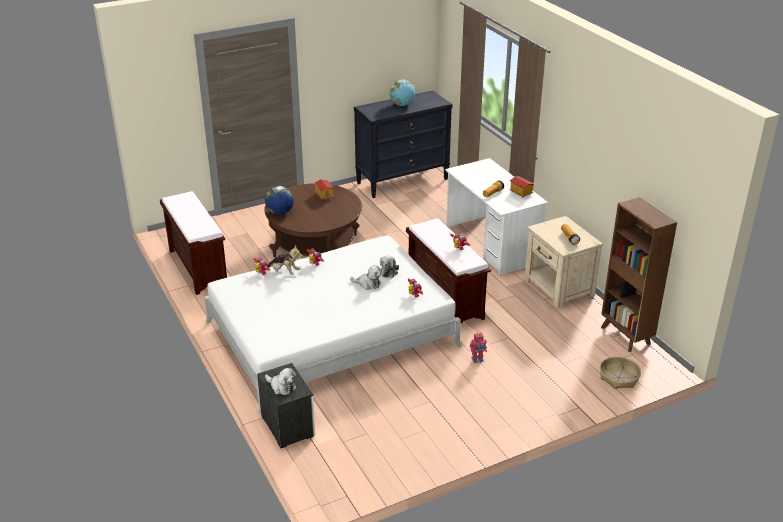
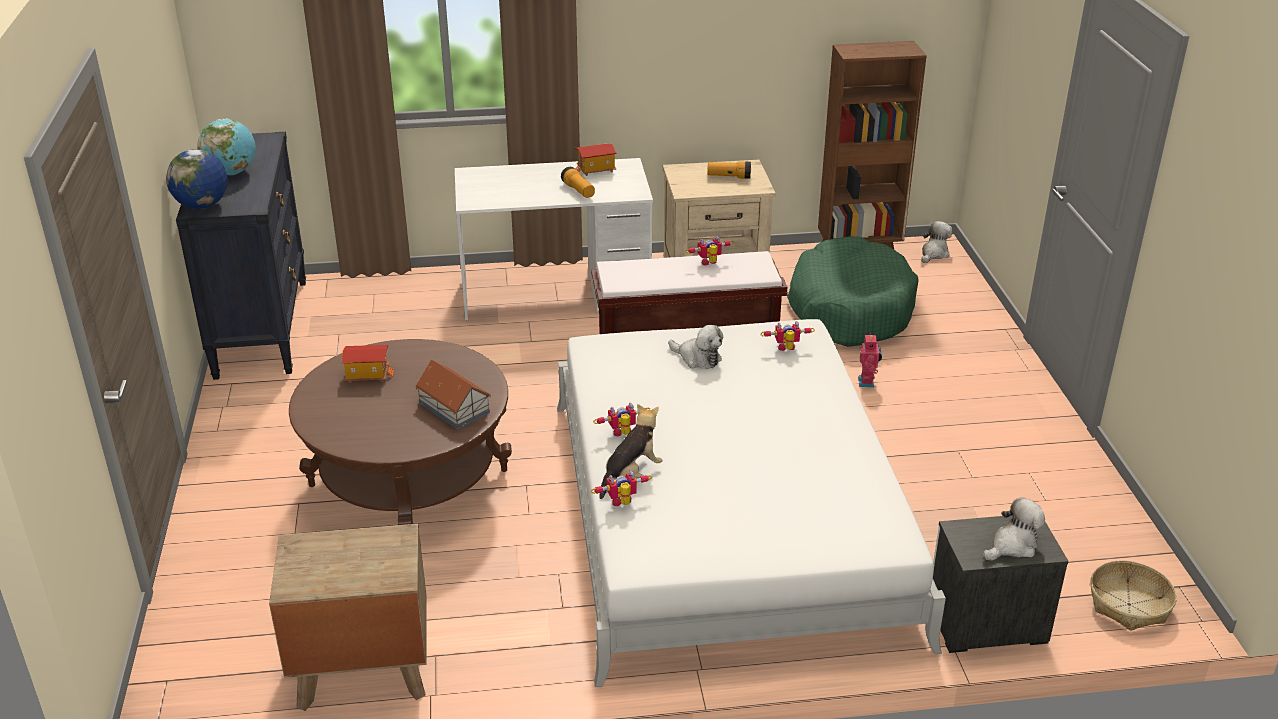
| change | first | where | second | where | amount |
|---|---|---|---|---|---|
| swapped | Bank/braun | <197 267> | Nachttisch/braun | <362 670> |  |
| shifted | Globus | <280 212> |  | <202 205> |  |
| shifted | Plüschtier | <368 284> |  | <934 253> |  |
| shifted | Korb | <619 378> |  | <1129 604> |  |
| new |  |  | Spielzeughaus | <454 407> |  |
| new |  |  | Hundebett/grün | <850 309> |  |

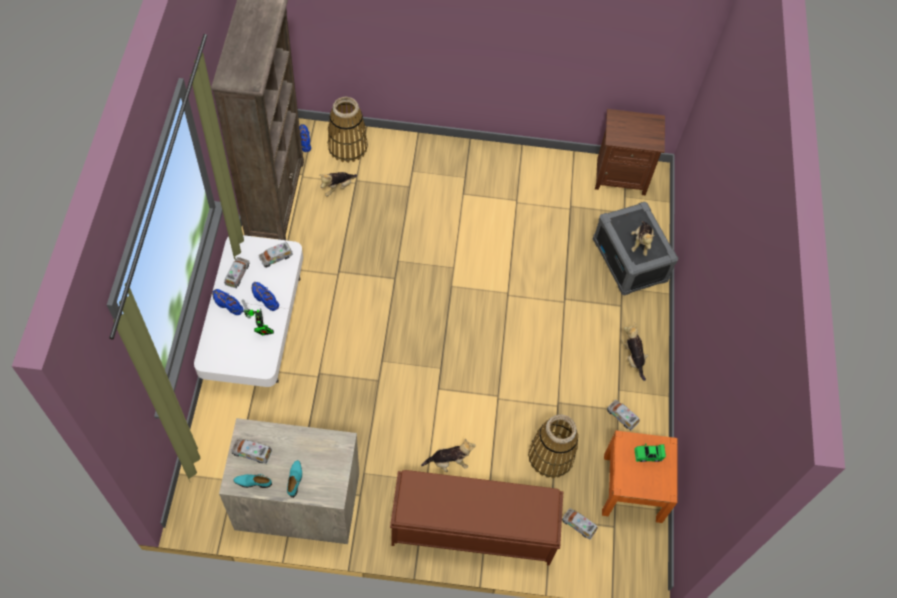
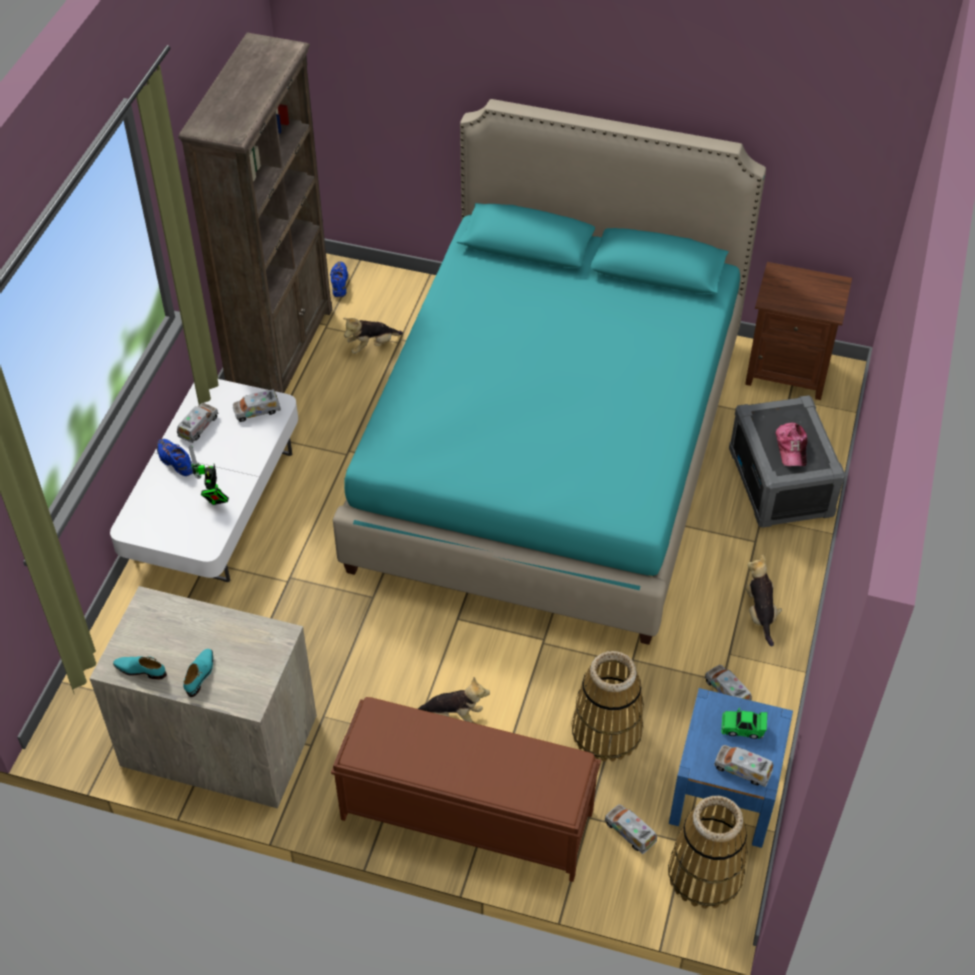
| change | first | where | second | where | amount |
|---|---|---|---|---|---|
| shifted | Spielzeuglaster | <252 453> |  | <742 769> |  |
| gone | Schuh/blau | <265 298> |  |  |  |
| shifted | Korb | <347 147> |  | <705 873> |  |
| repainted | Nachttisch/orange | <632 487> | Nachttisch/blau | <724 791> |  |
| swapped | Plüschtier | <641 243> | Kappe | <791 448> |  |
| new |  |  | Bett/türkis | <551 449> |  |

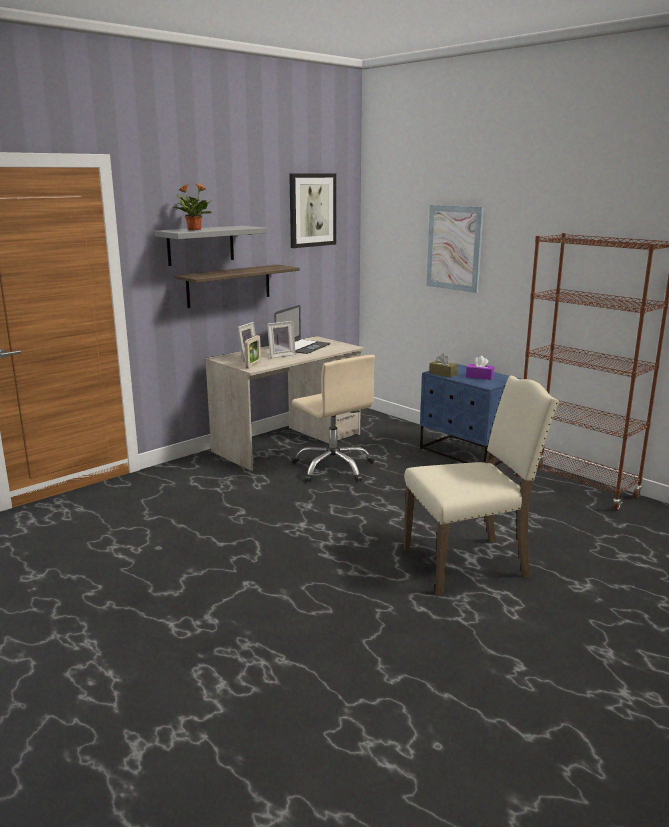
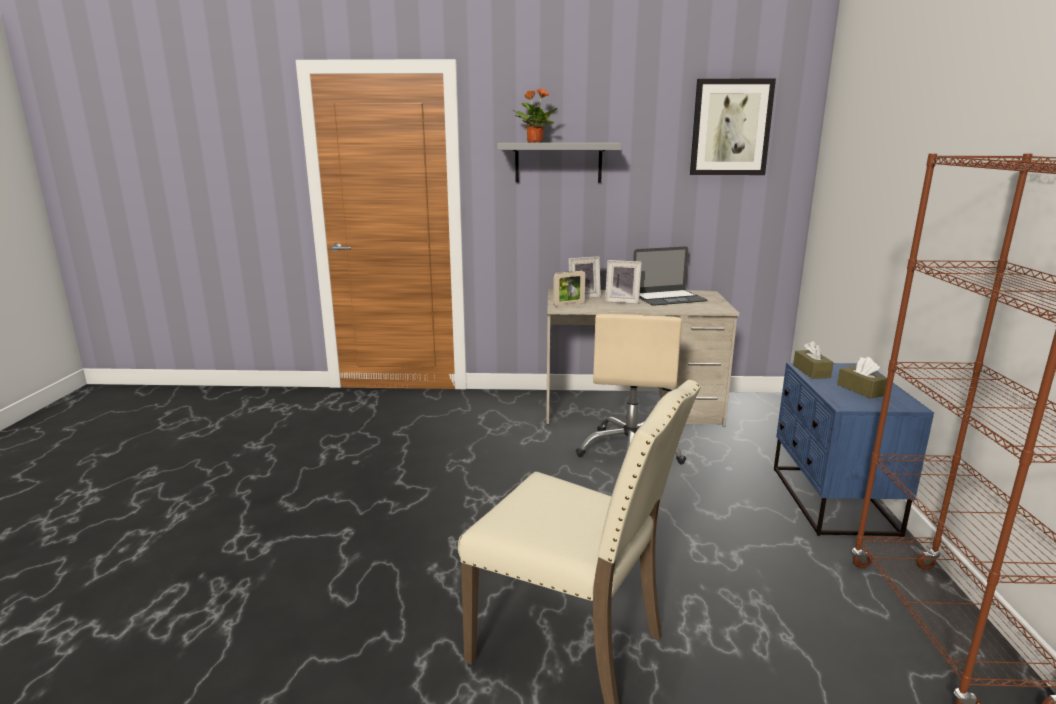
| change | first | where | second | where | amount |
|---|---|---|---|---|---|
| gone | Wandregal | <229 285> |  |  |  |
| gone | Bild | <454 248> |  |  |  |
| repainted | Taschentuchbox/lila | <479 377> | Taschentuchbox/braun | <861 390> |  |

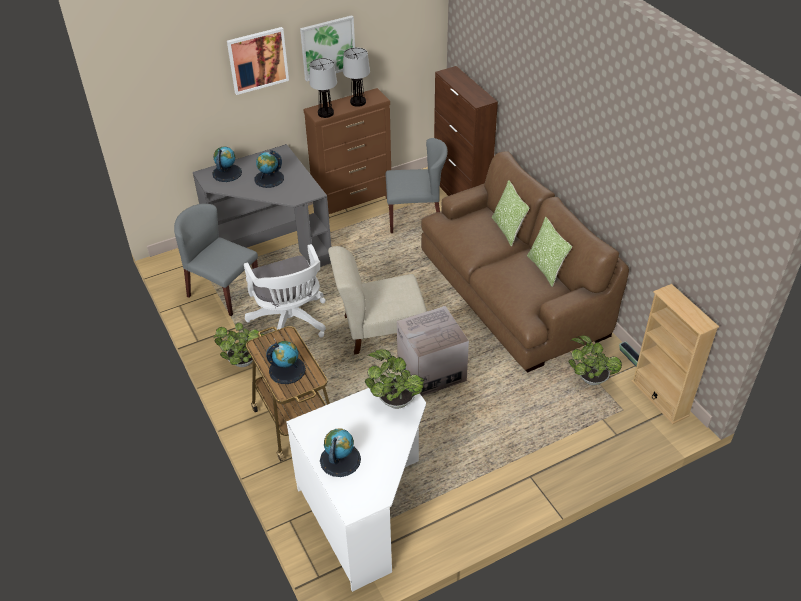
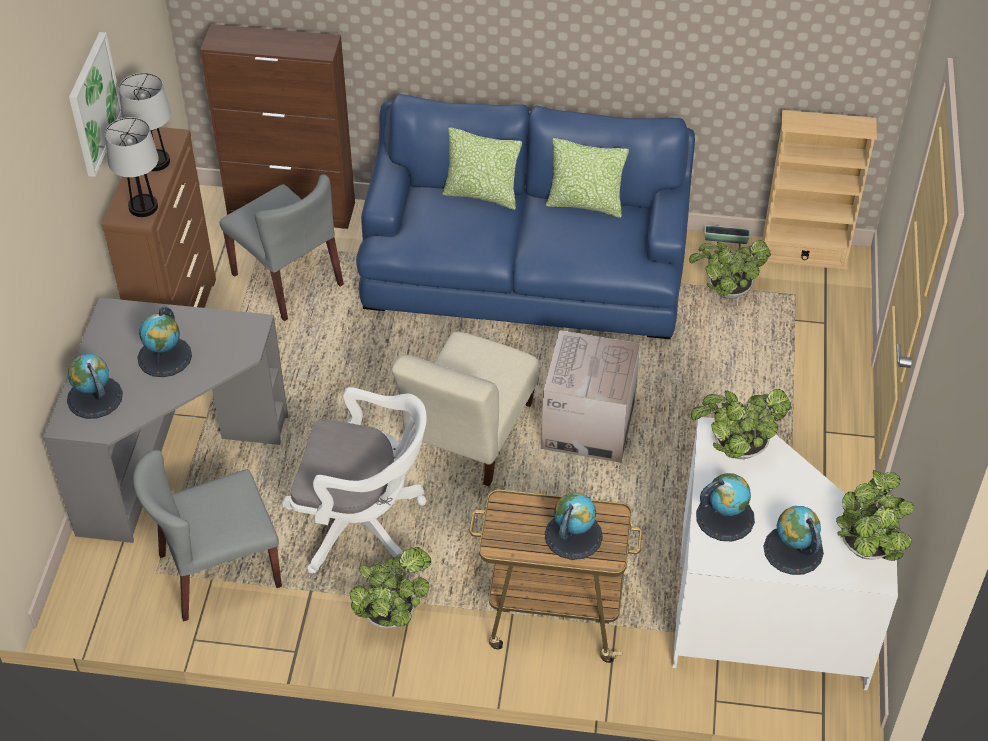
| change | first | where | second | where | amount |
|---|---|---|---|---|---|
| gone | Bild | <258 60> |  |  |  |
| rotated | Stuhl/grau | <415 218> |  | <288 280> | 105 degrees clockwise |
| repainted | Sofa/braun | <512 292> | Sofa/blau | <524 271> |  |
| new |  |  | Globus | <725 517> |  |
| new |  |  | Topfpflanze | <866 551> |  |

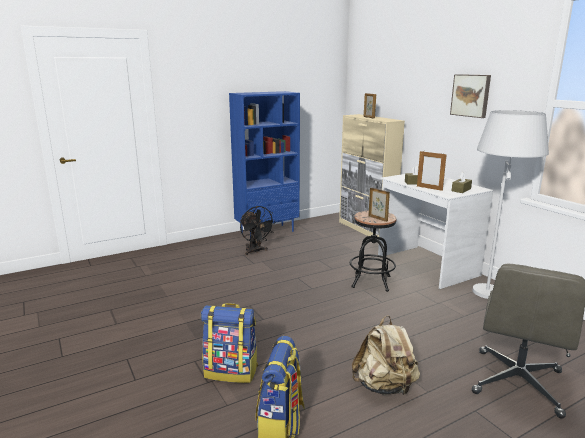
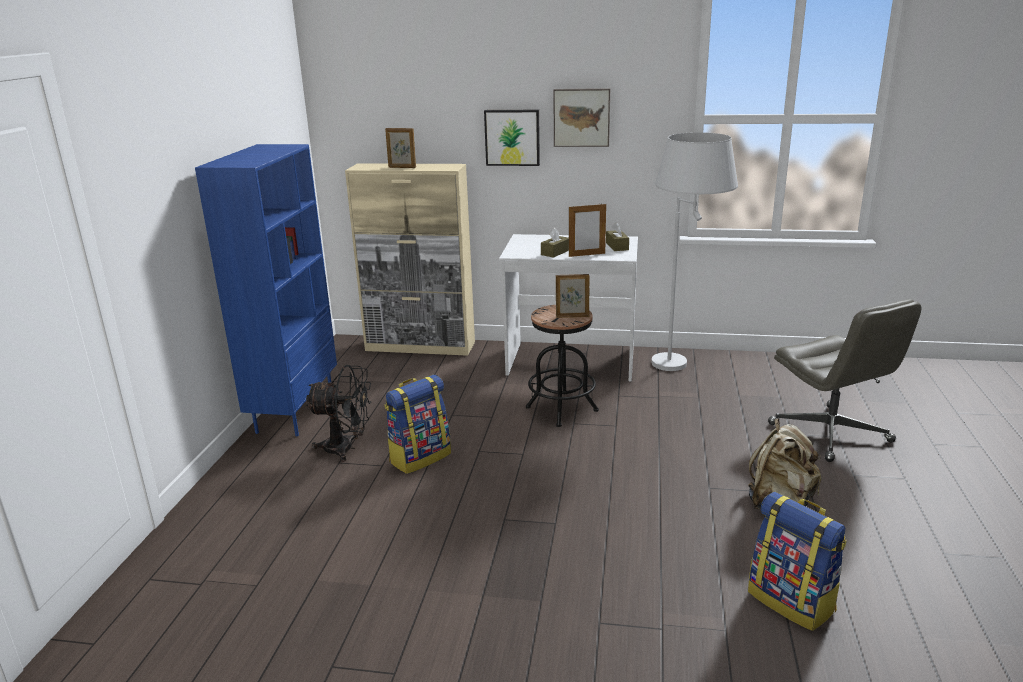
| change | first | where | second | where | amount |
|---|---|---|---|---|---|
| shifted | Rucksack | <231 371> |  | <420 457> |  |
| new |  |  | Bild | <512 137> |  |

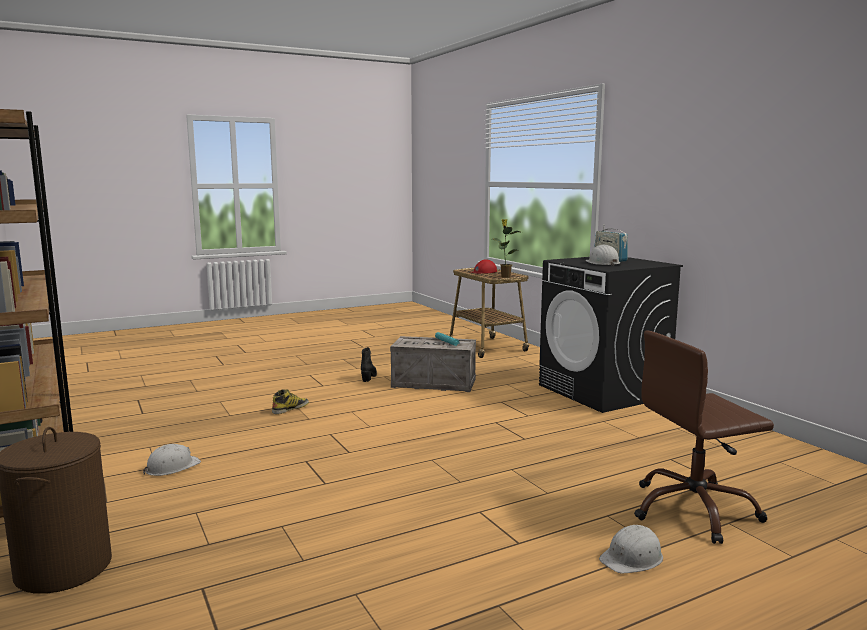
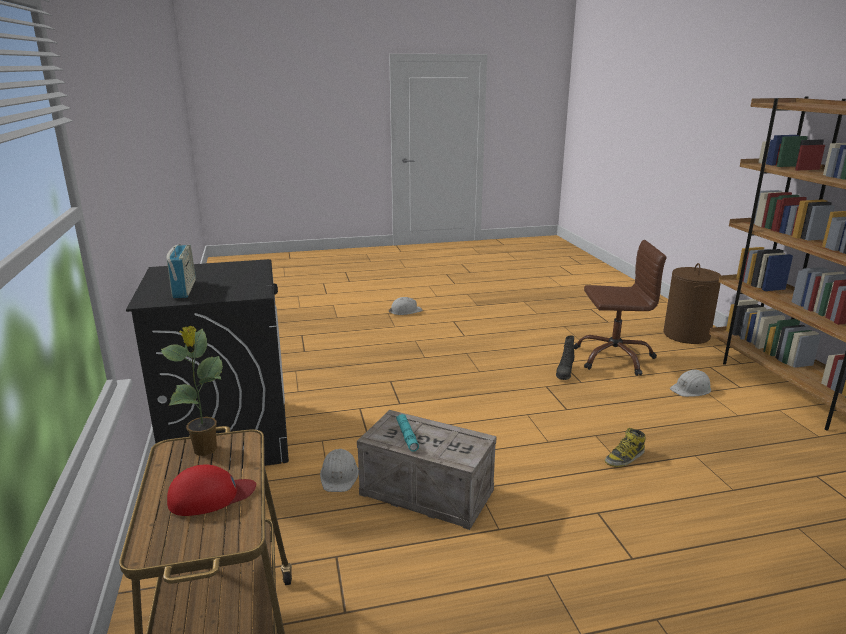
| change | first | where | second | where | amount |
|---|---|---|---|---|---|
| shifted | Stiefel/schwarz | <369 376> |  | <564 373> |  |
| shifted | Schutzhelm/weiß | <602 263> |  | <339 475> |  |
| shifted | Bürostuhl/braun | <694 510> |  | <613 357> |  |

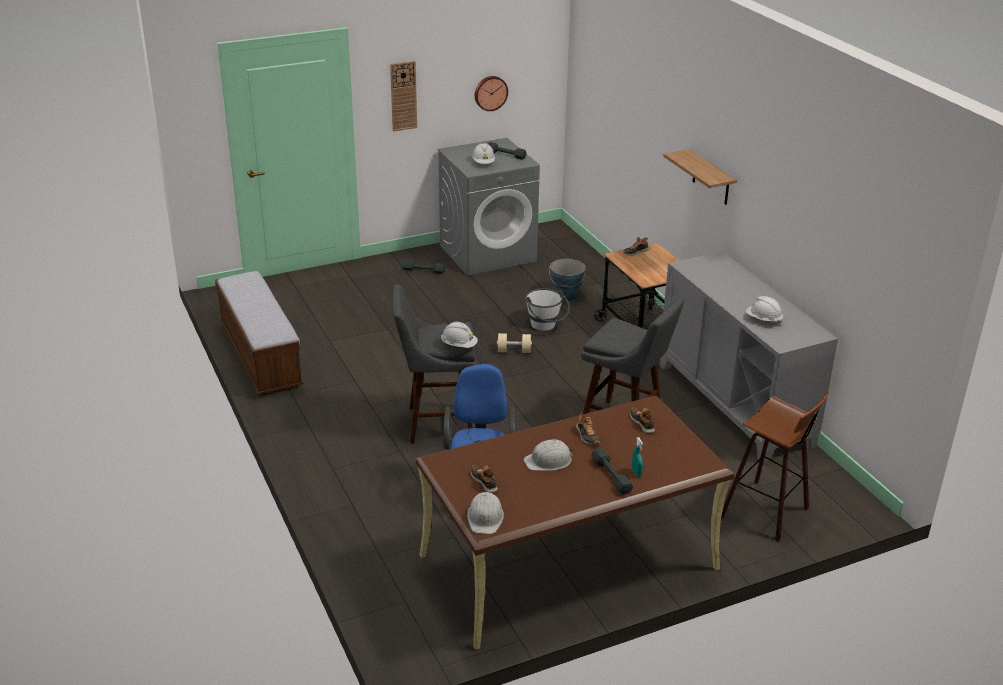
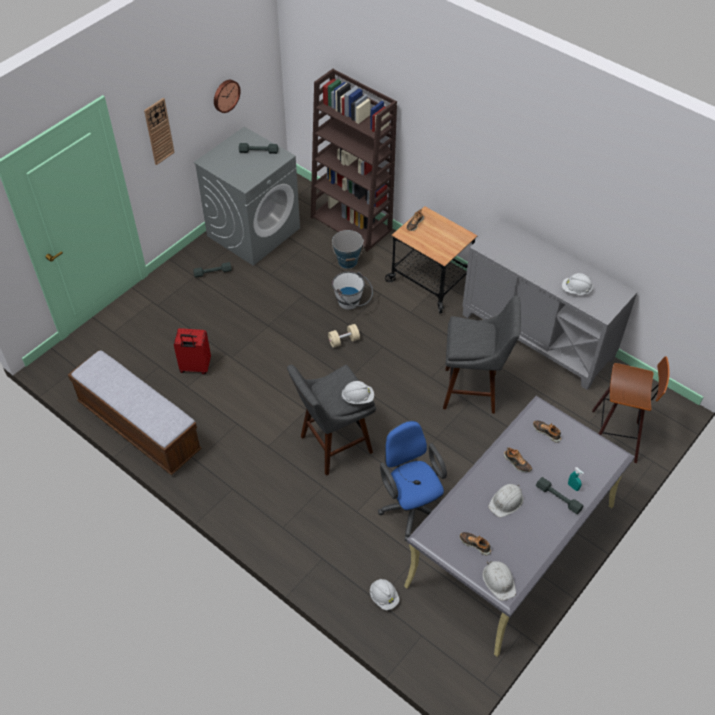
| change | first | where | second | where | amount |
|---|---|---|---|---|---|
| repainted | Schreibtisch/braun | <568 562> | Schreibtisch/grau | <511 545> |  |
| shifted | Schutzhelm/weiß | <483 163> |  | <384 597> |  |
| gone | Wandregal | <711 178> |  |  |  |
| new |  |  | Koffer/rot | <195 367> |  |
| new |  |  | Bücherregal/braun | <352 224> |  |

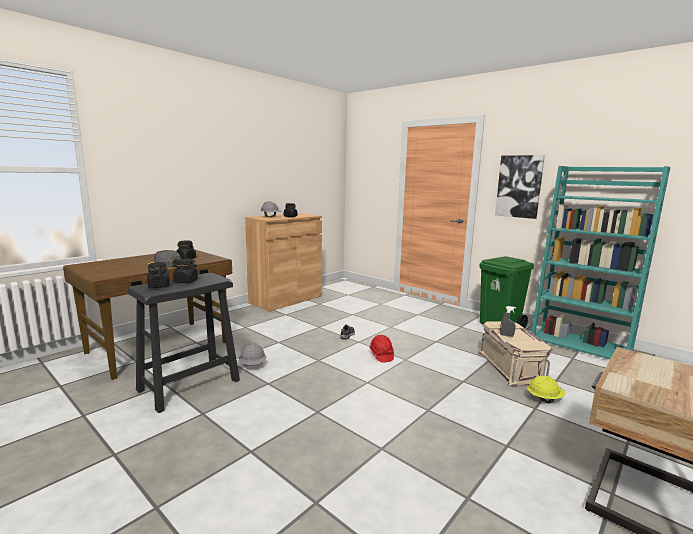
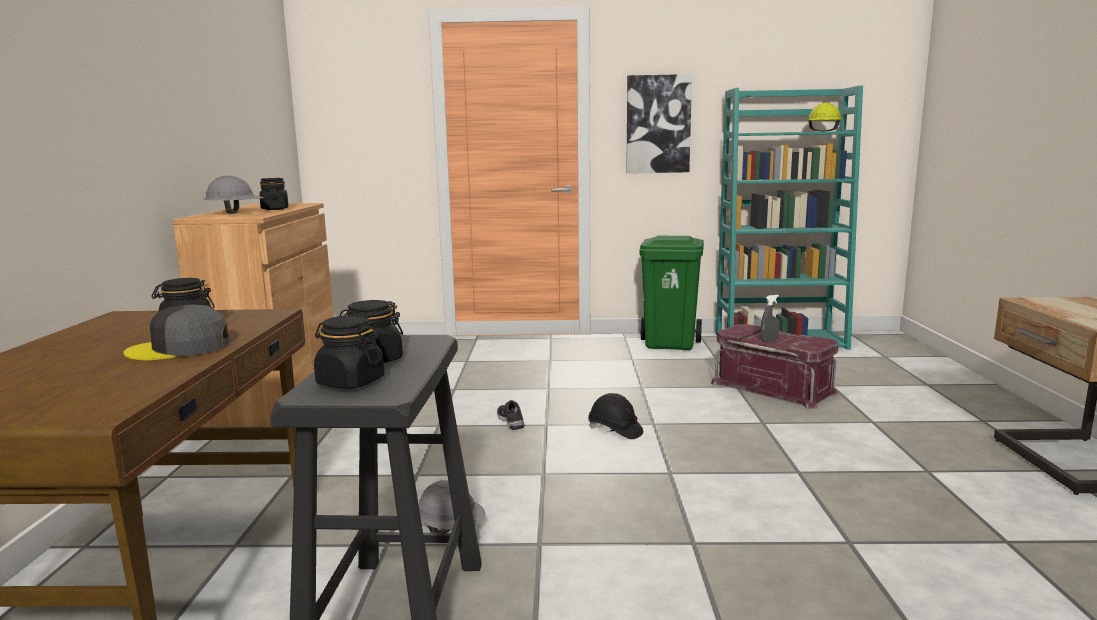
| change | first | where | second | where | amount |
|---|---|---|---|---|---|
| repainted | Schutzhelm/rot | <381 355> | Schutzhelm/schwarz | <615 431> |  |
| repainted | Aufbewahrungsbox/beige | <512 367> | Aufbewahrungsbox/rot | <773 387> |  |
| shifted | Schutzhelm/gelb | <544 399> |  | <824 131> |  |

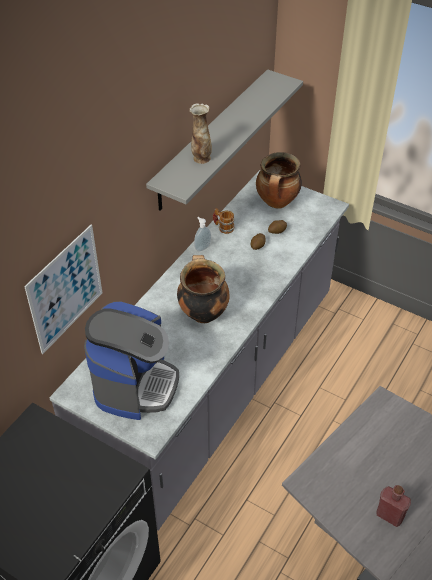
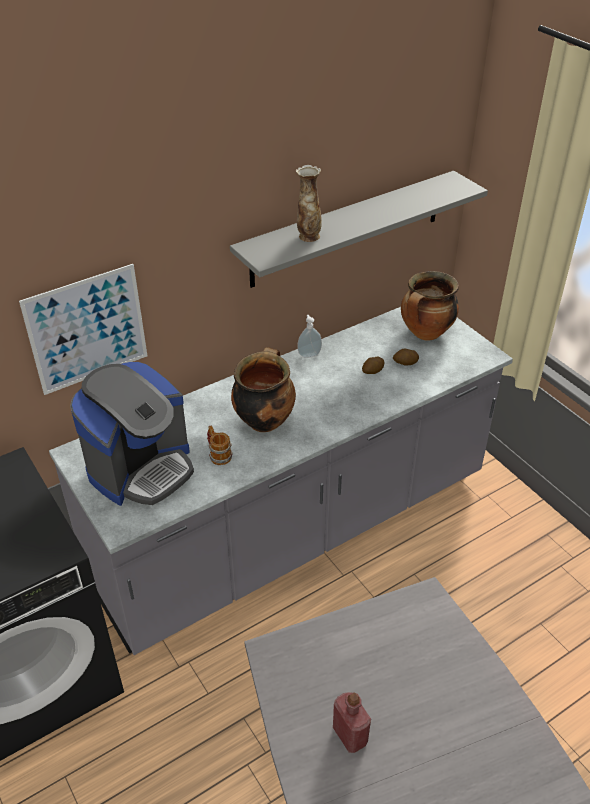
| change | first | where | second | where | amount |
|---|---|---|---|---|---|
| shifted | Henkelbecher | <223 227> |  | <218 454> |  |

